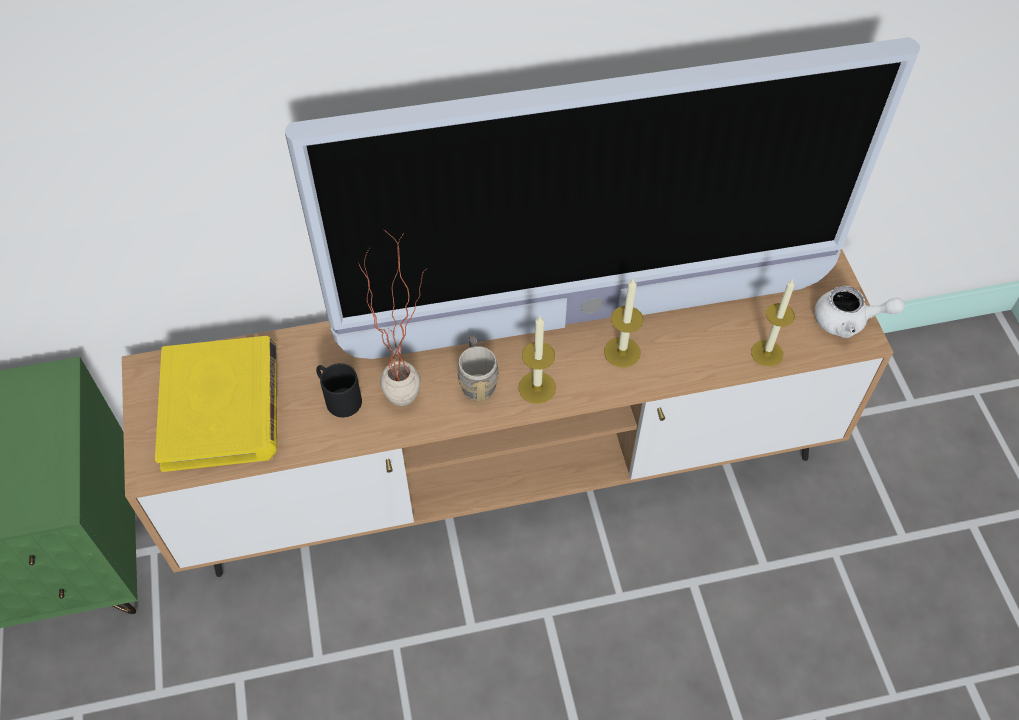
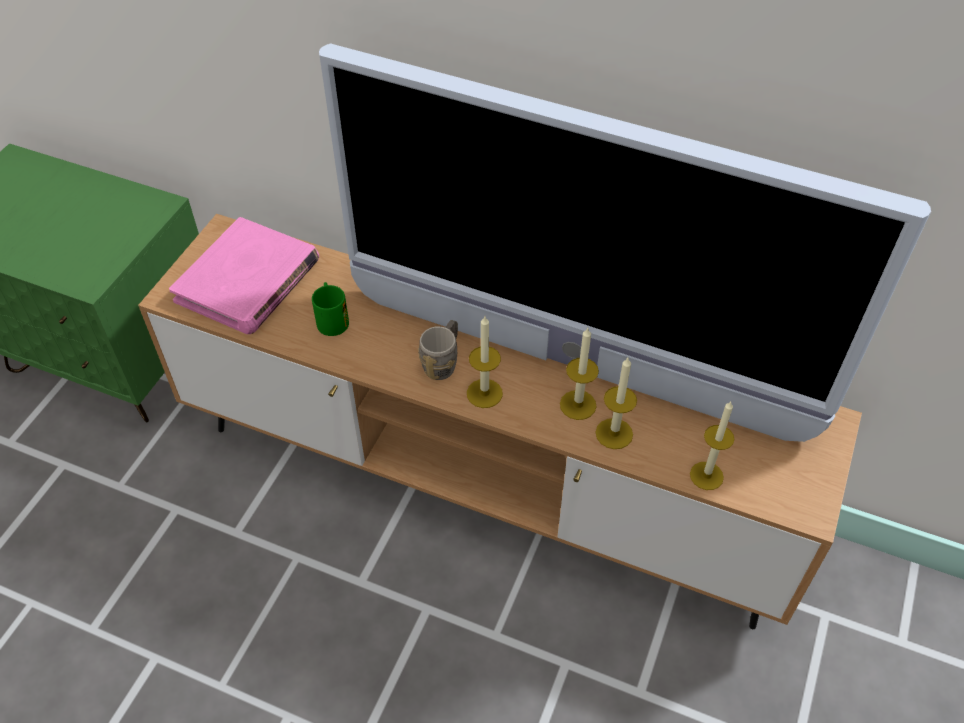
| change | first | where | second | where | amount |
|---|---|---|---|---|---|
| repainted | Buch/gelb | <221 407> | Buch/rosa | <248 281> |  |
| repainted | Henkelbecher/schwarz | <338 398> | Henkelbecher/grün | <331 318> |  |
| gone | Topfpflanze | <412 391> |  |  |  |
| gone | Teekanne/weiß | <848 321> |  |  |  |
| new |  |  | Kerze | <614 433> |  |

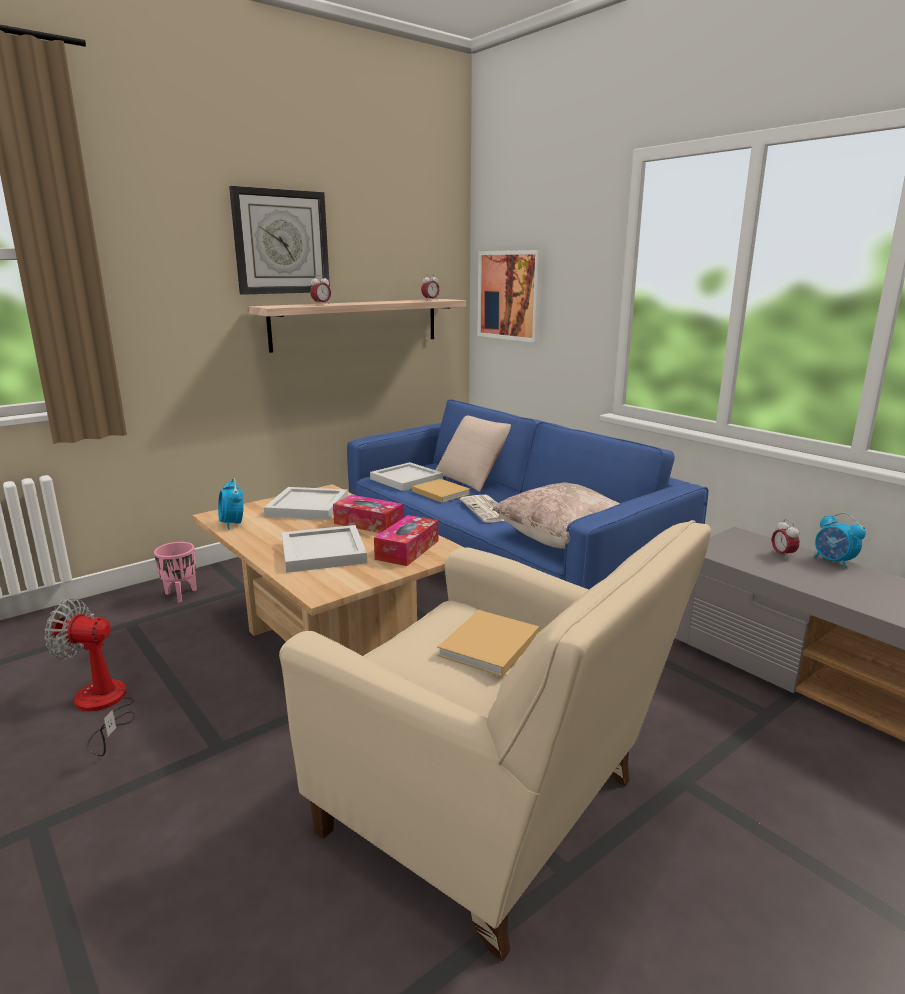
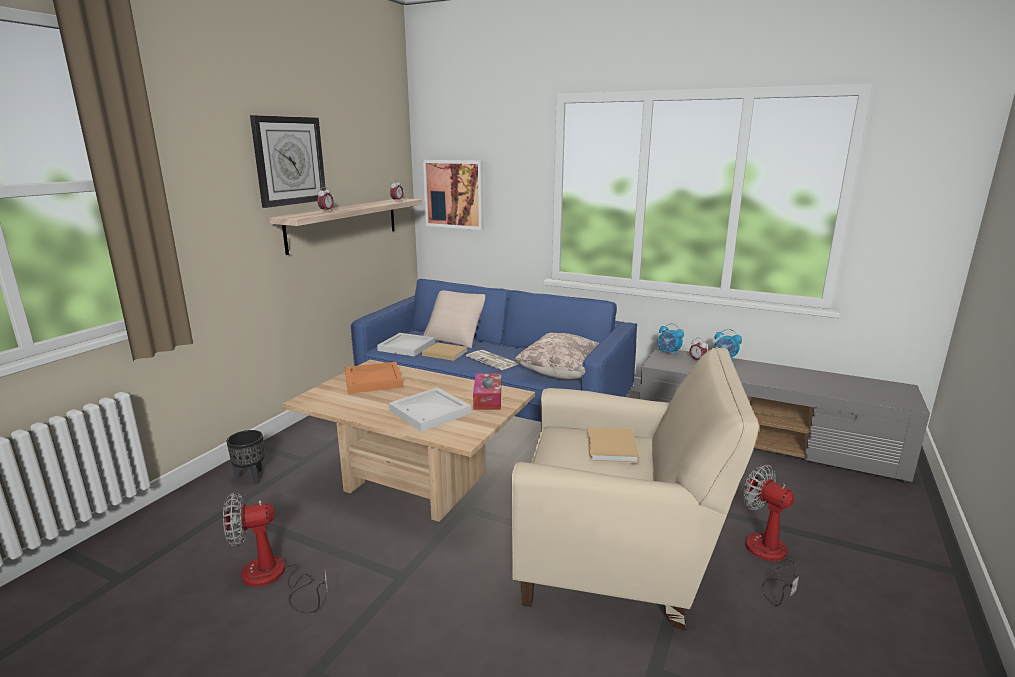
| change | first | where | second | where | amount |
|---|---|---|---|---|---|
| repainted | Pflanzkübel/rosa | <181 595> | Pflanzkübel/schwarz | <251 477> |  |
| shifted | Wecker | <232 524> |  | <668 353> |  |
| repainted | Tablett/weiß | <307 506> | Tablett/orange | <372 380> |  |
| gone | Taschentuchbox | <368 523> |  |  |  |
| new |  |  | Ventilator | <768 558> |  |

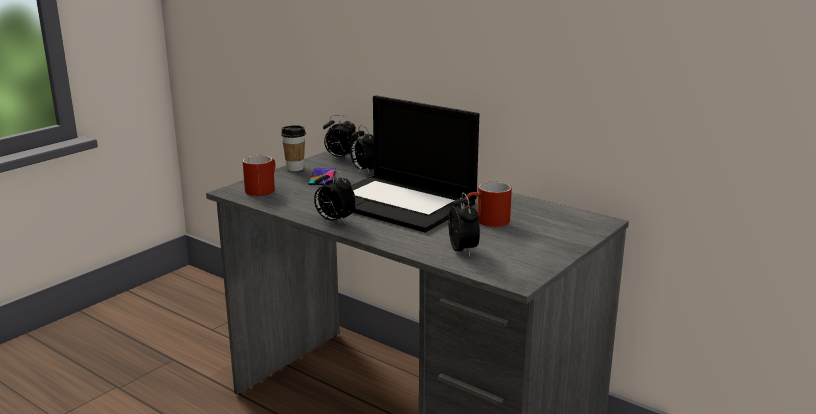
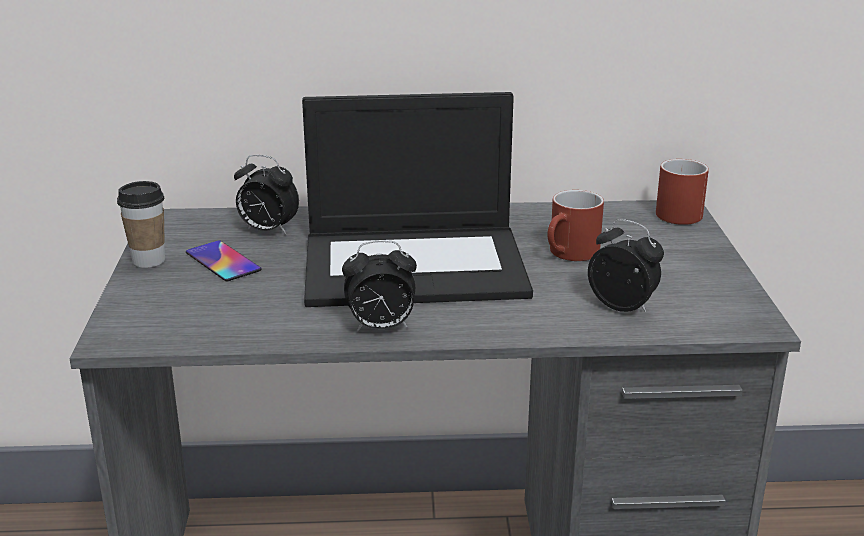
| change | first | where | second | where | amount |
|---|---|---|---|---|---|
| shifted | Henkelbecher/rot | <262 189> |  | <672 212> |  |
| gone | Wecker | <340 157> |  |  |  |

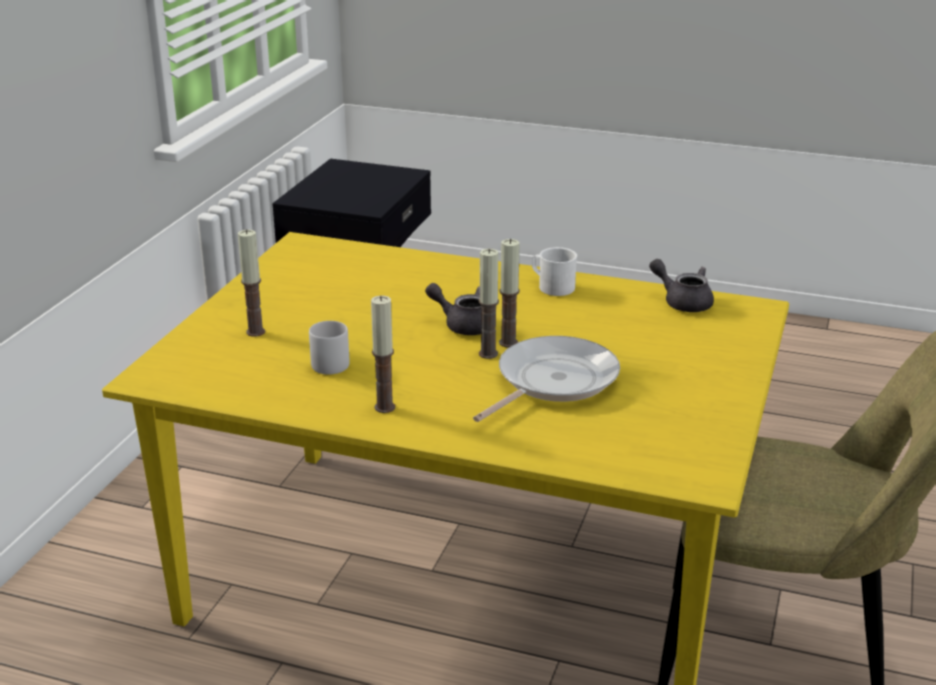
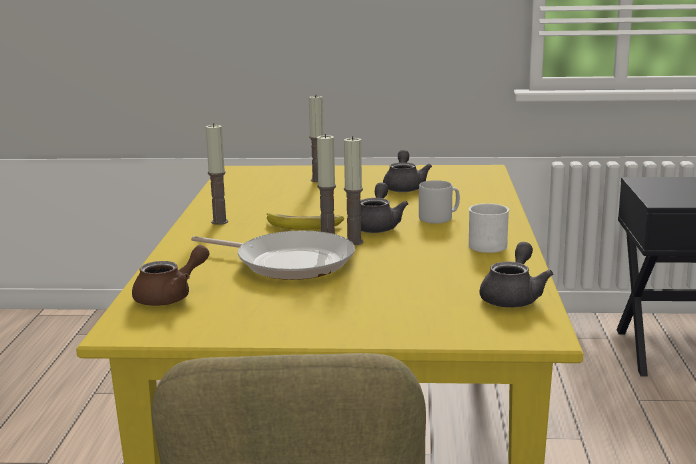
| change | first | where | second | where | amount |
|---|---|---|---|---|---|
| shifted | Henkelbecher/grau | <330 363> |  | <439 218> |  |
| new |  |  | Teekanne/braun | <171 297> |  |
| new |  |  | Banane | <304 225> |  |
| new |  |  | Teekanne/grau | <404 187> |  |

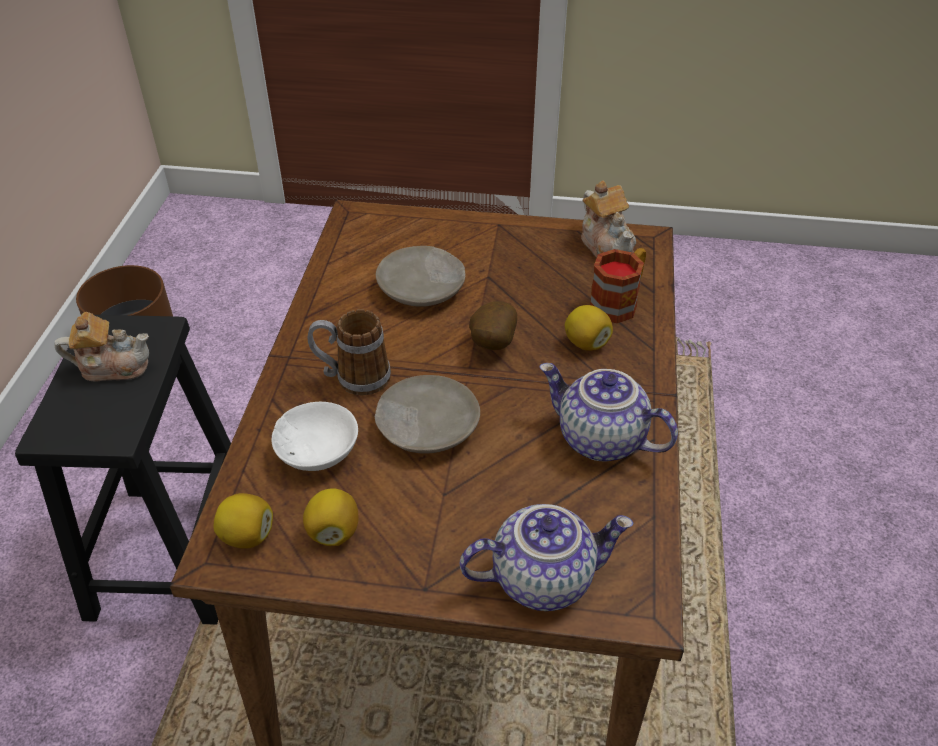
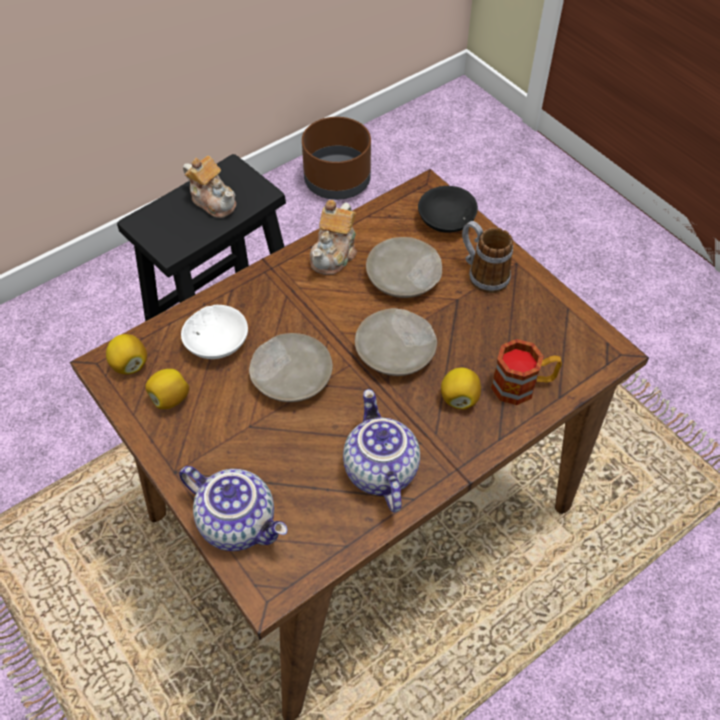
| change | first | where | second | where | amount |
|---|---|---|---|---|---|
| shifted | Henkelbecher | <352 378> |  | <482 273> |  |
| swapped | Kartoffel | <491 344> | Teller/beige | <396 351> |  |
| shifted | Teekanne | <606 245> |  | <334 253> |  |
| new |  |  | Schüssel/schwarz | <445 219> |  |

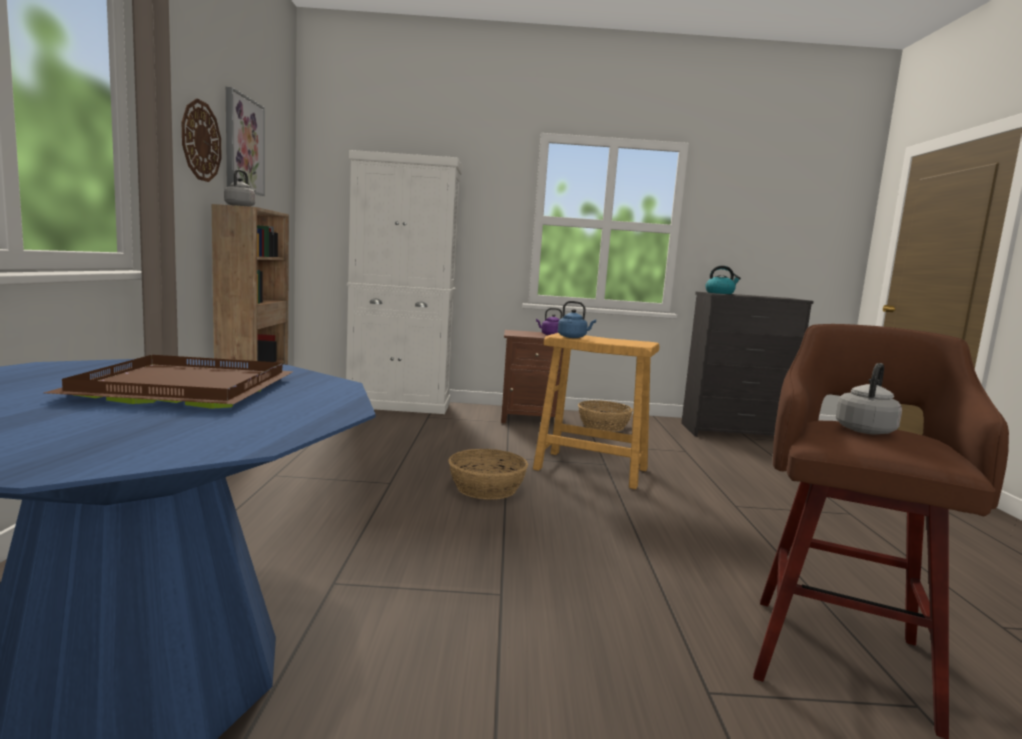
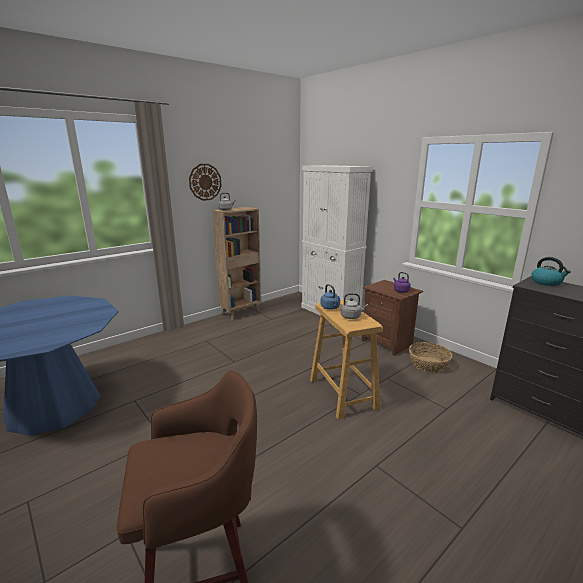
| change | first | where | second | where | amount |
|---|---|---|---|---|---|
| gone | Tablett/braun | <184 387> |  |  |  |
| gone | Bild | <243 145> |  |  |  |
| gone | Korb | <486 488> |  |  |  |
| shifted | Wasserkessel/grau | <865 430> |  | <351 316> |  |

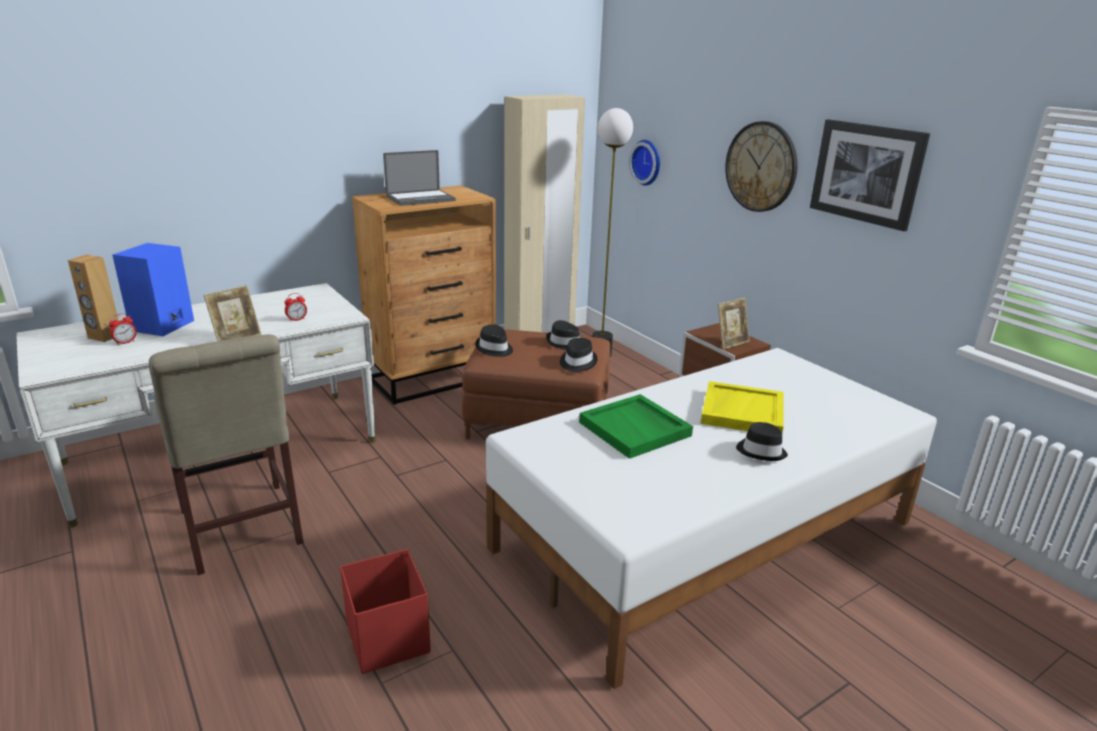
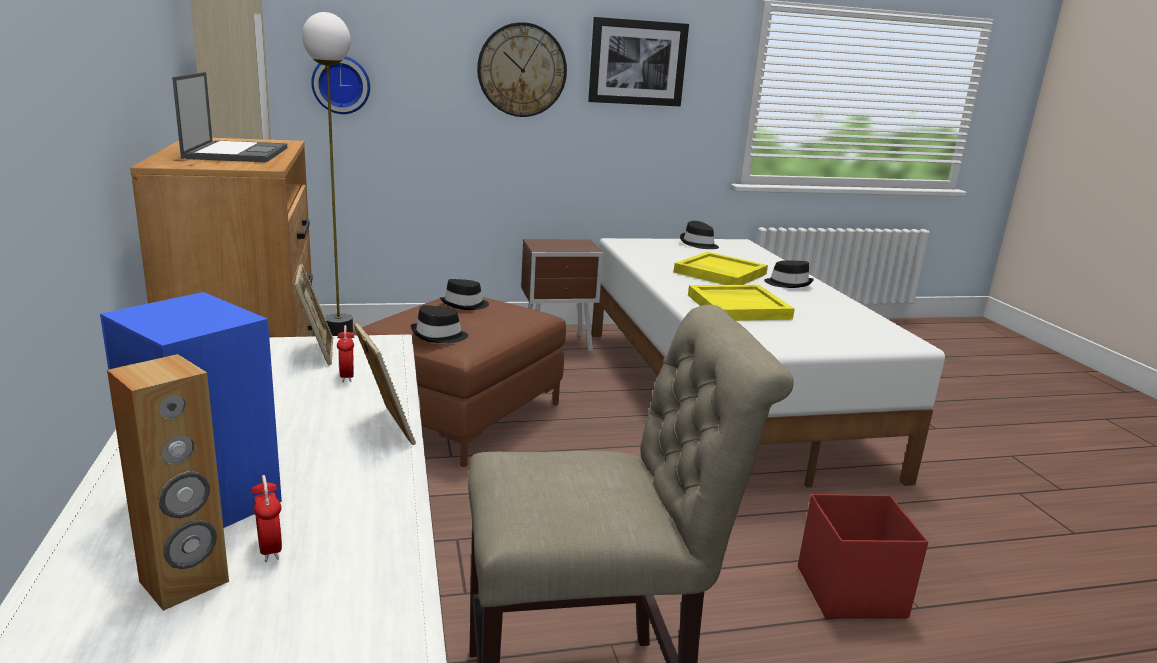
| change | first | where | second | where | amount |
|---|---|---|---|---|---|
| shifted | Hut/schwarz | <577 362> |  | <698 244> |  |
| repainted | Tablett/grün | <636 429> | Tablett/gelb | <739 306> |  |
| shifted | Bilderrahmen | <731 343> |  | <317 352> |  |

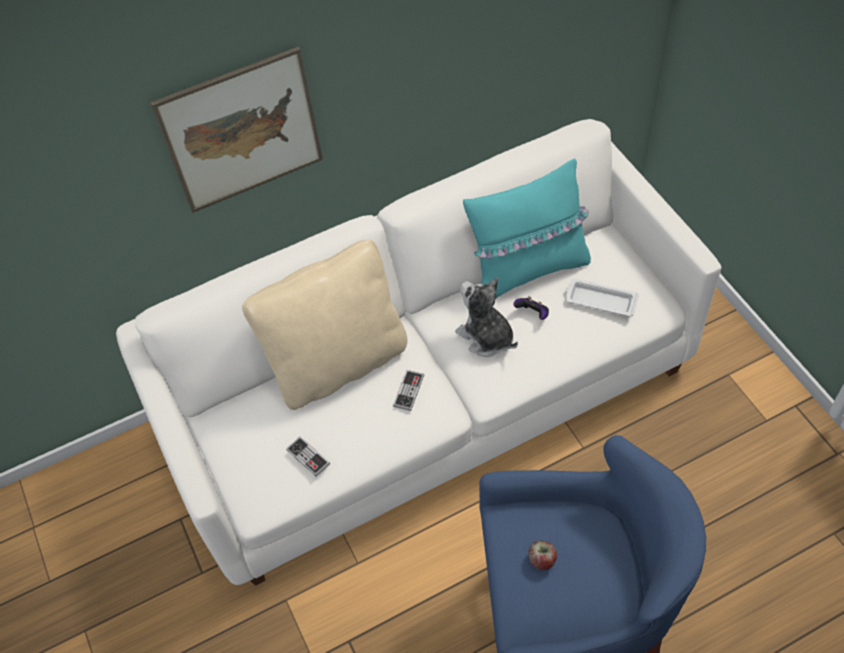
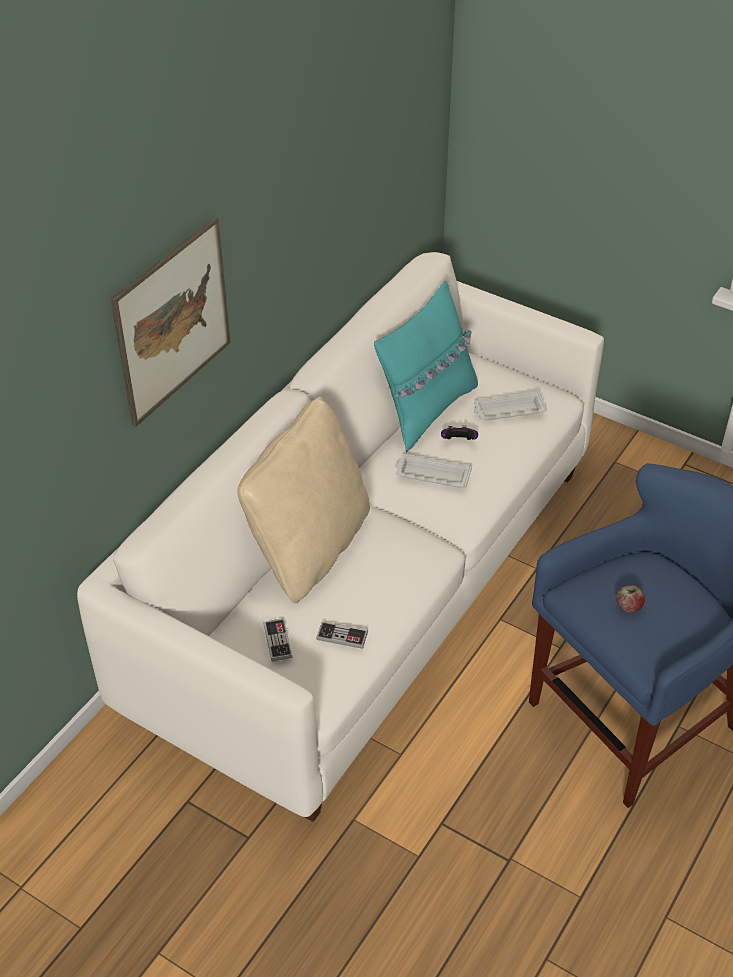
| change | first | where | second | where | amount |
|---|---|---|---|---|---|
| shifted | Gamepad | <408 391> |  | <277 641> |  |
| swapped | Plüschtier | <486 337> | Tablett/weiß | <431 475> |  |

